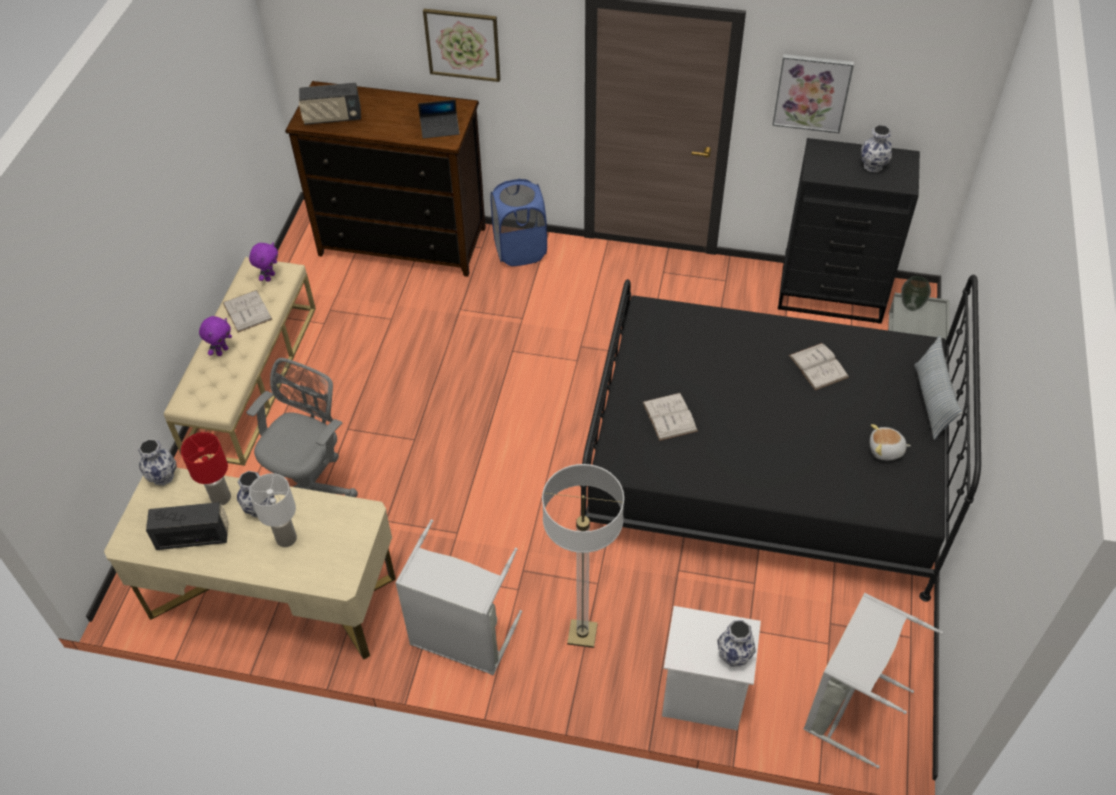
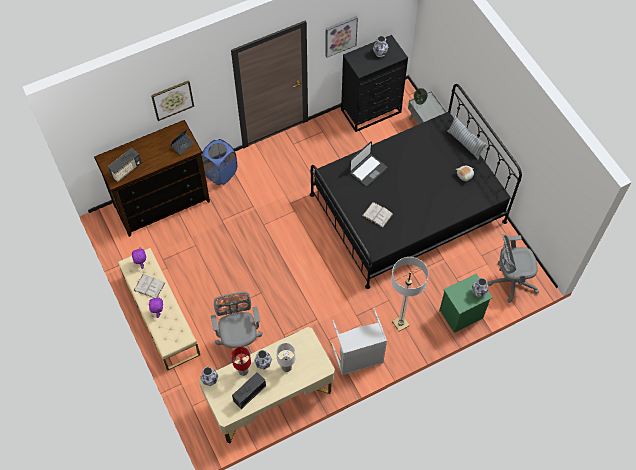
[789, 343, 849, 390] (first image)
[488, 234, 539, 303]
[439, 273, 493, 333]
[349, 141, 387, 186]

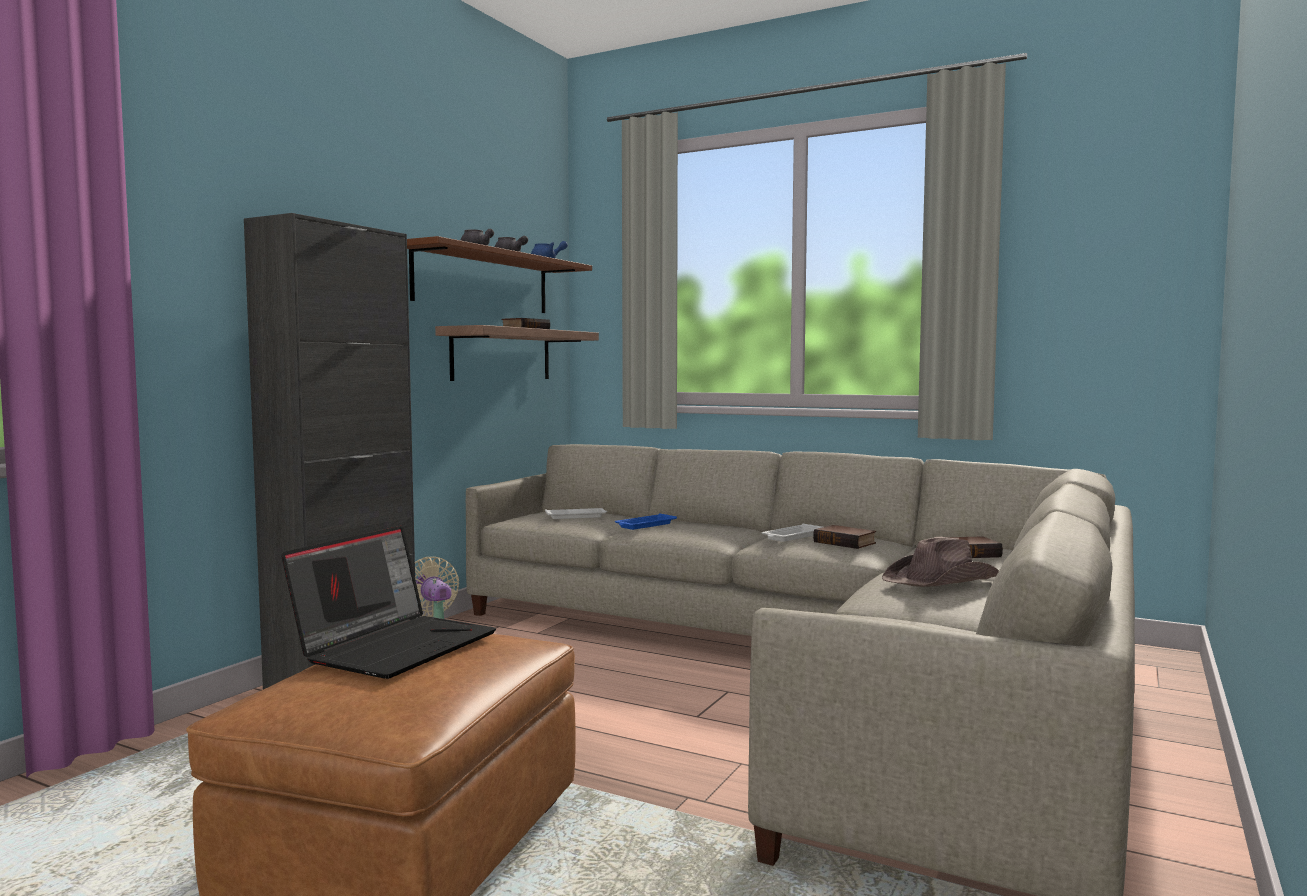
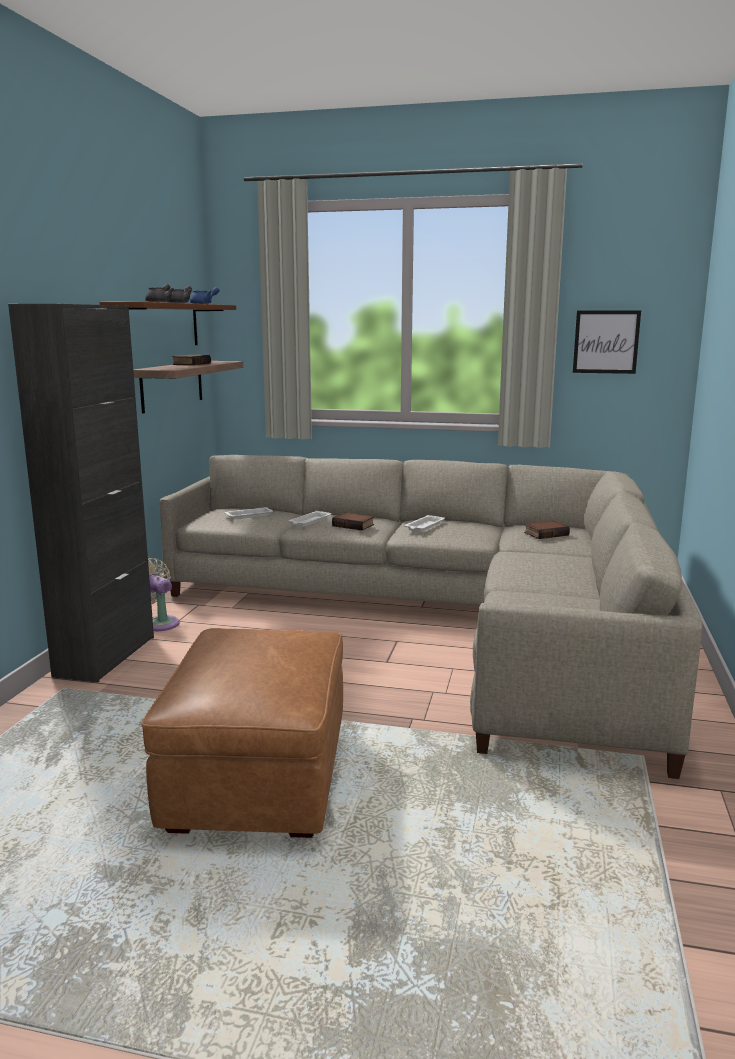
[288, 511, 331, 527]
[332, 513, 374, 531]
[281, 526, 496, 679] (first image)
[882, 537, 999, 587] (first image)
[573, 311, 641, 374]

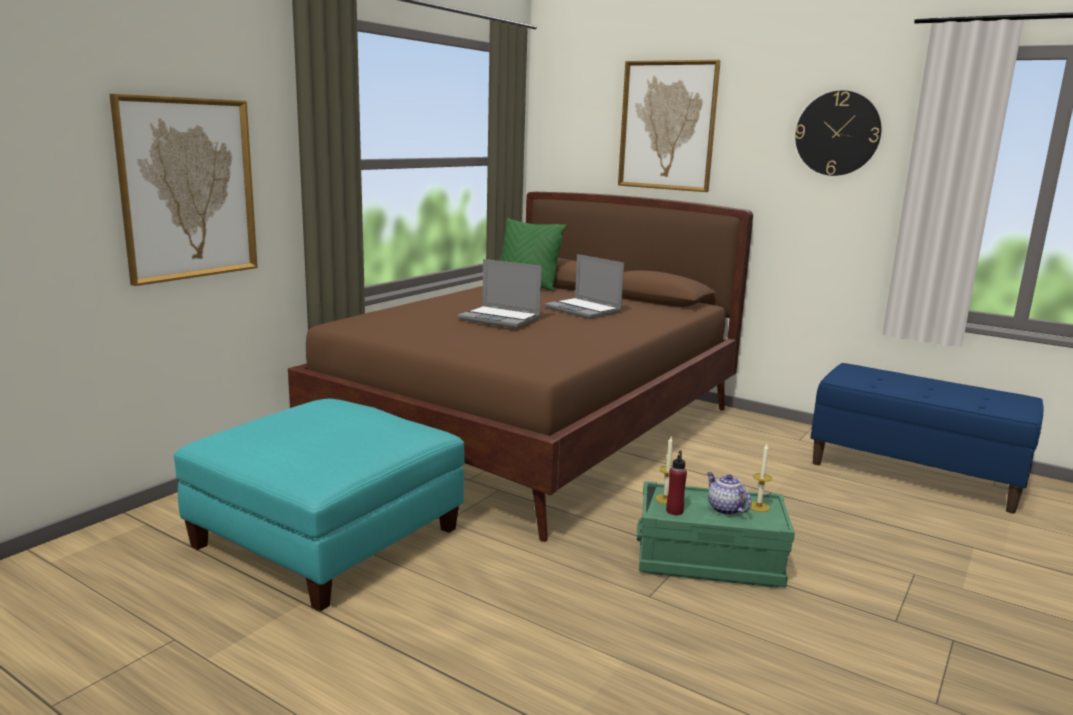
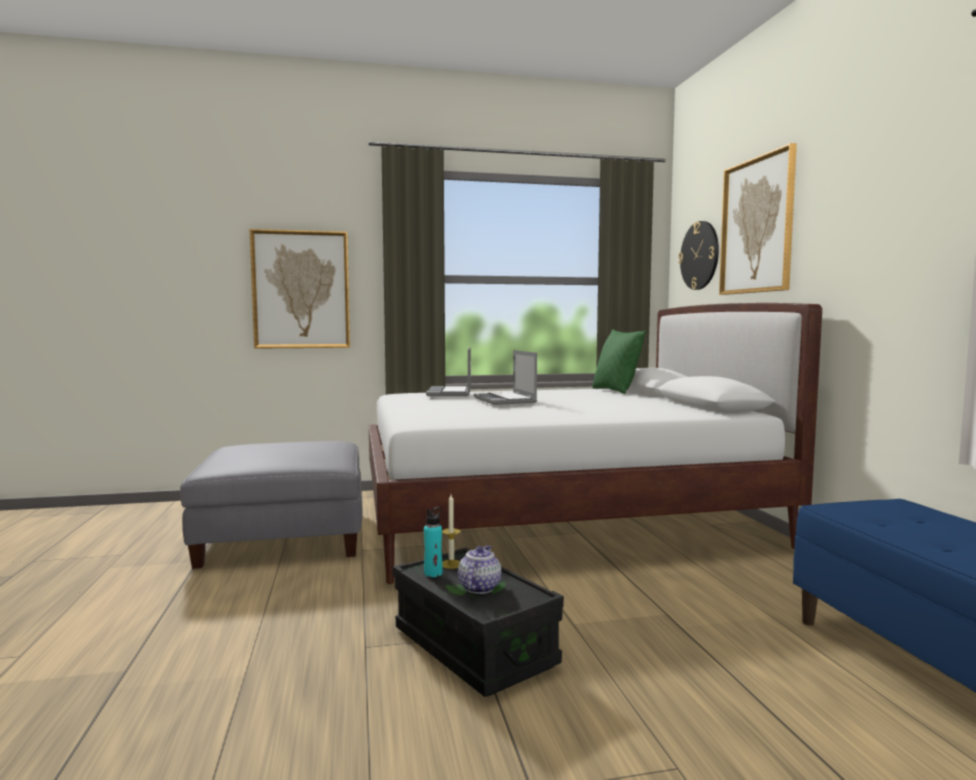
[678, 221, 719, 290]
[369, 303, 822, 584]
[426, 347, 471, 396]
[180, 441, 363, 569]
[750, 444, 772, 512] (first image)
[424, 507, 443, 577]
[393, 548, 564, 697]

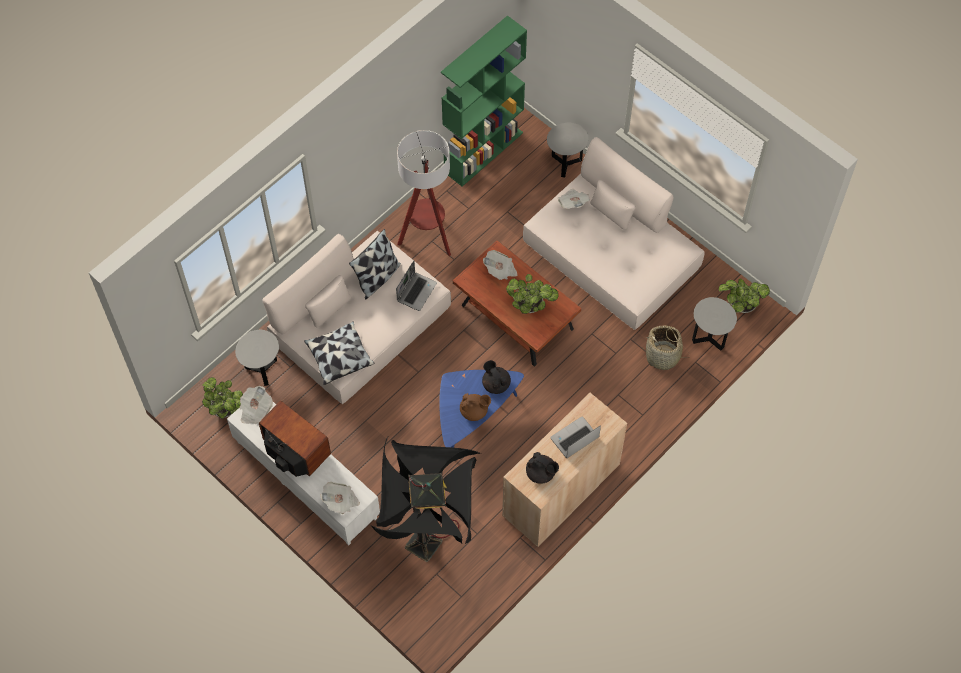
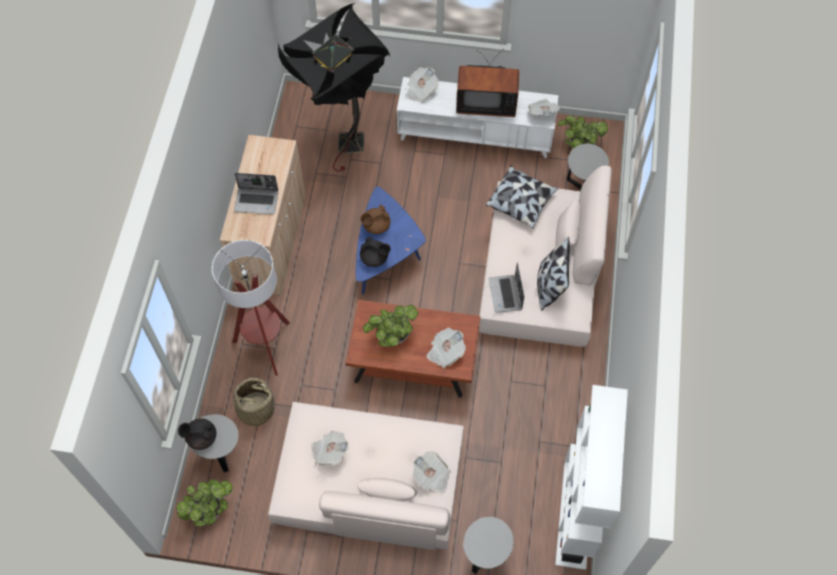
[555, 385, 628, 570]
[212, 240, 290, 376]
[234, 173, 278, 214]
[178, 418, 216, 450]
[311, 431, 349, 466]

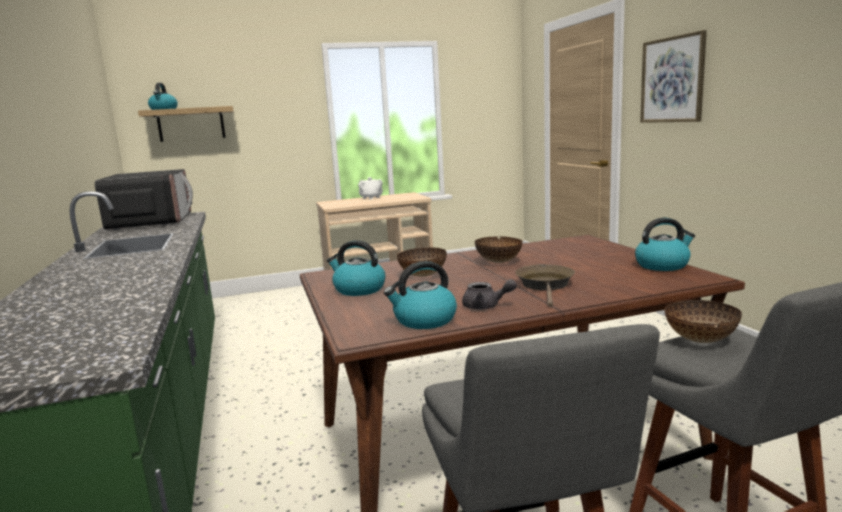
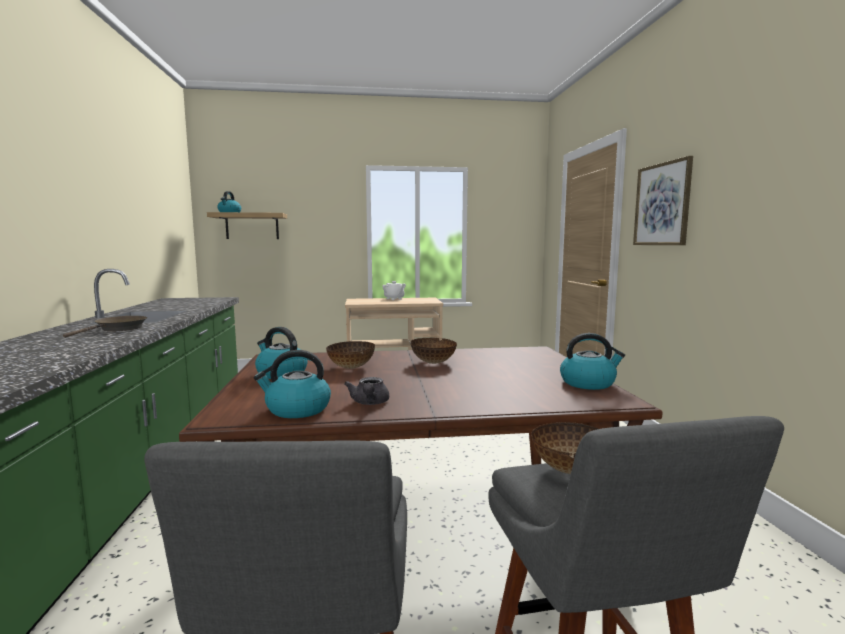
[95, 169, 193, 230] (first image)
[63, 316, 147, 338]
[344, 377, 389, 405]

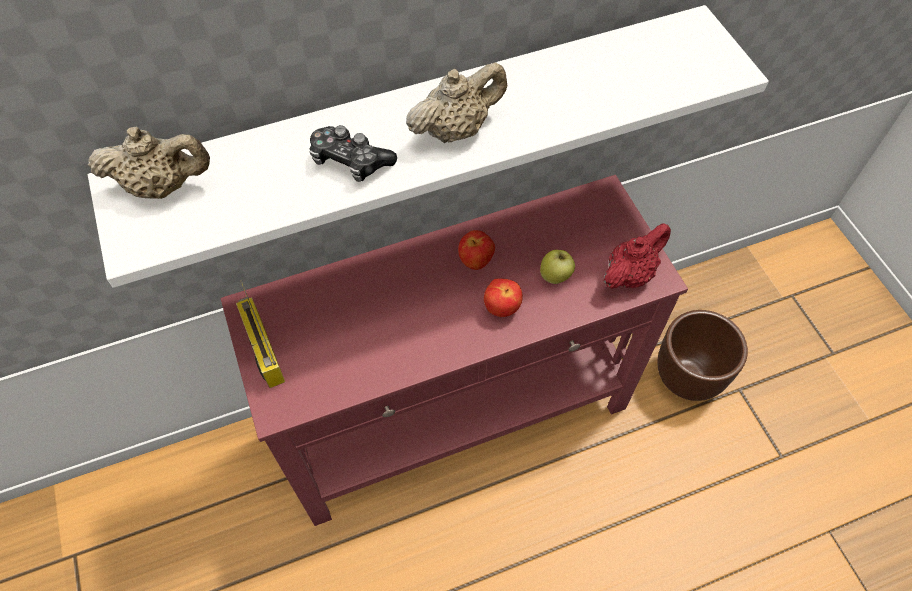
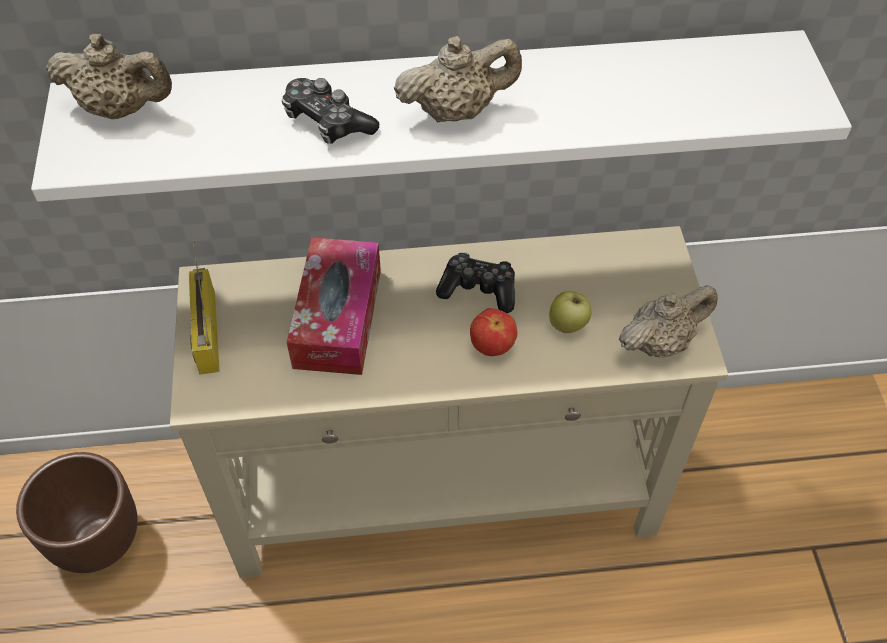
[170, 226, 728, 578]
[619, 285, 717, 357]
[436, 252, 515, 313]
[16, 452, 138, 573]
[287, 237, 381, 375]

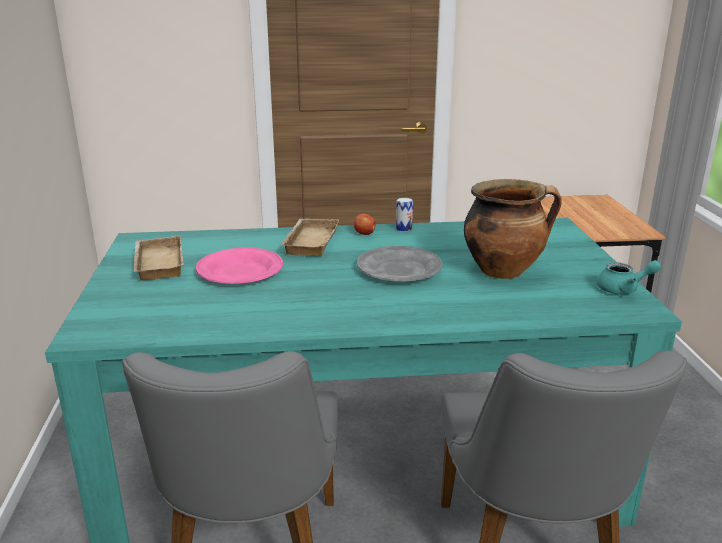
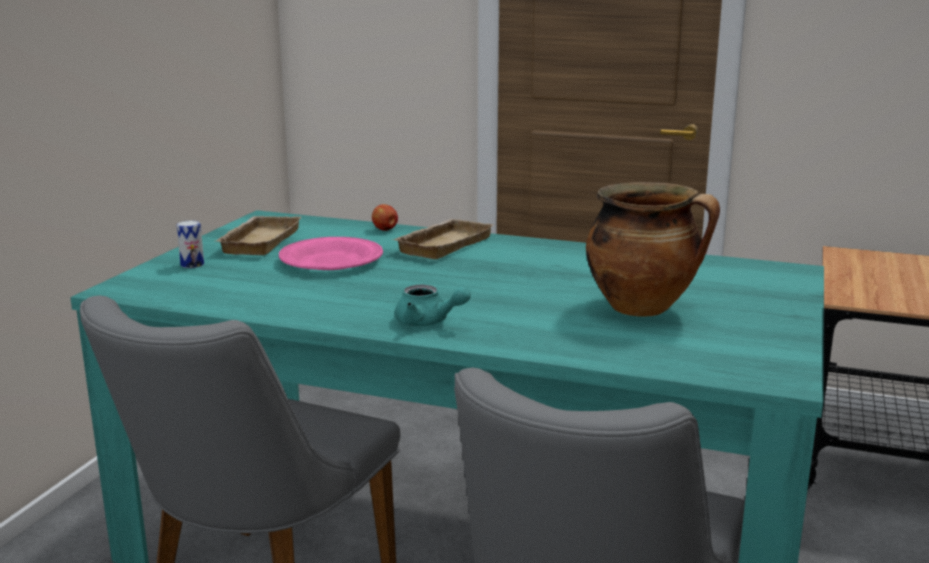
[176, 220, 204, 268]
[372, 204, 398, 231]
[357, 246, 443, 282] (first image)
[395, 285, 471, 326]

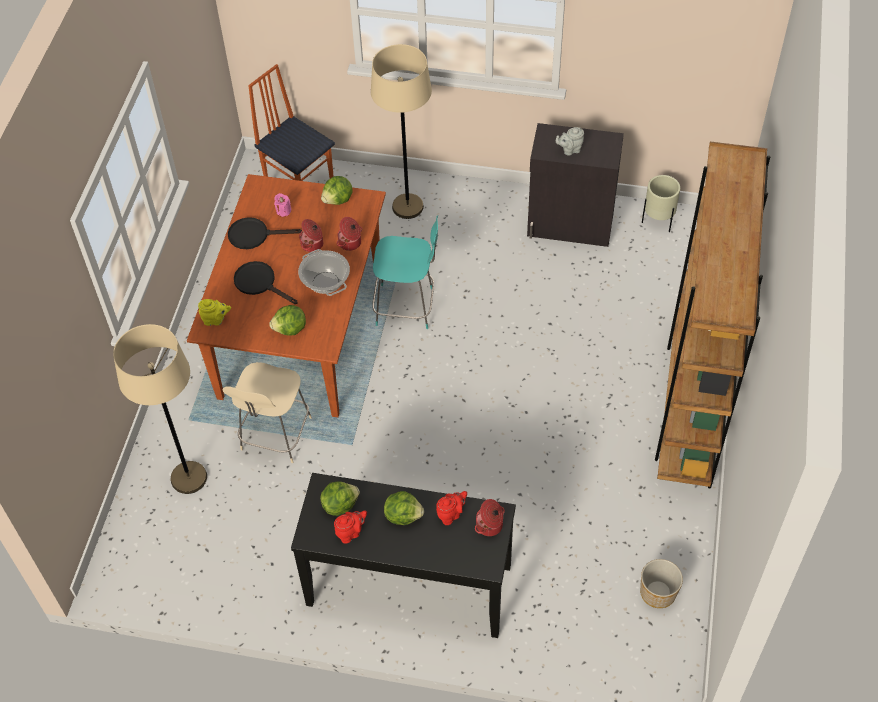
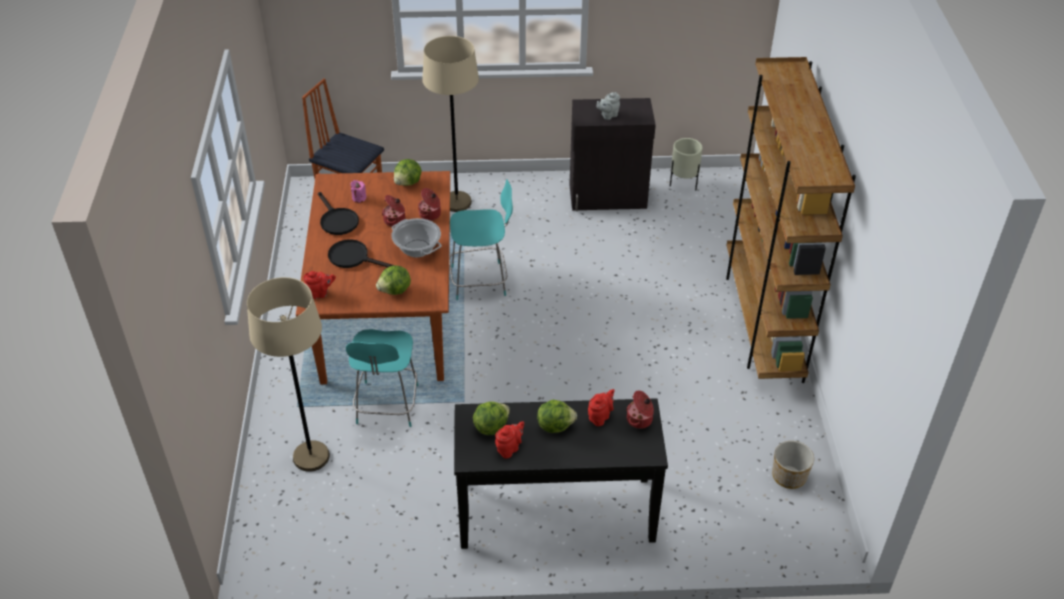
[318, 192, 359, 235]
[303, 271, 336, 299]
[346, 329, 419, 427]

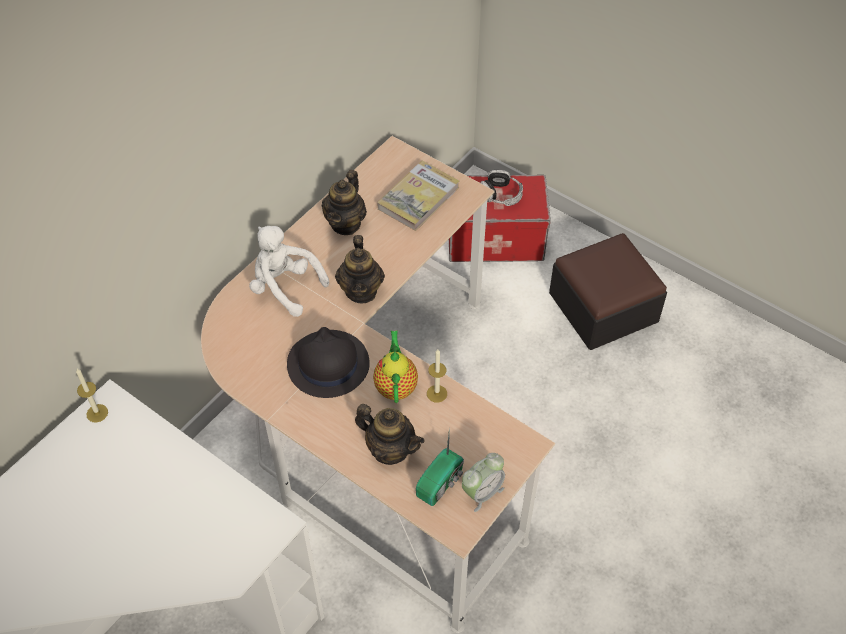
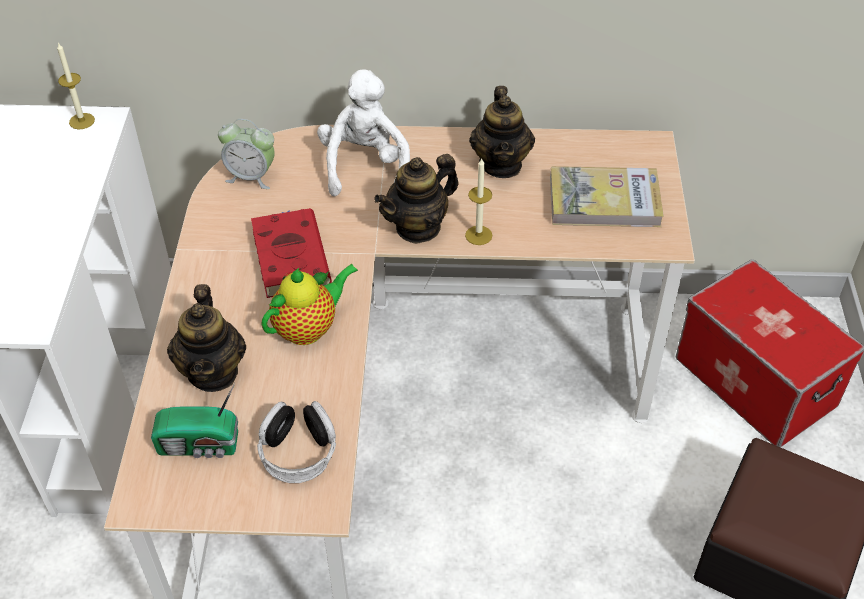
[469, 86, 535, 178]
[257, 401, 336, 483]
[251, 208, 332, 298]
[465, 159, 492, 245]
[218, 119, 275, 189]

